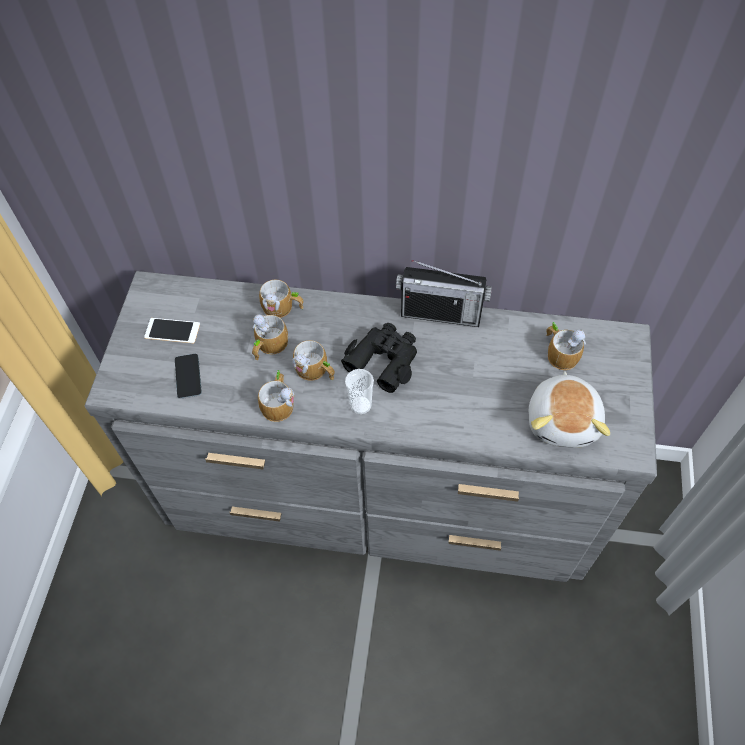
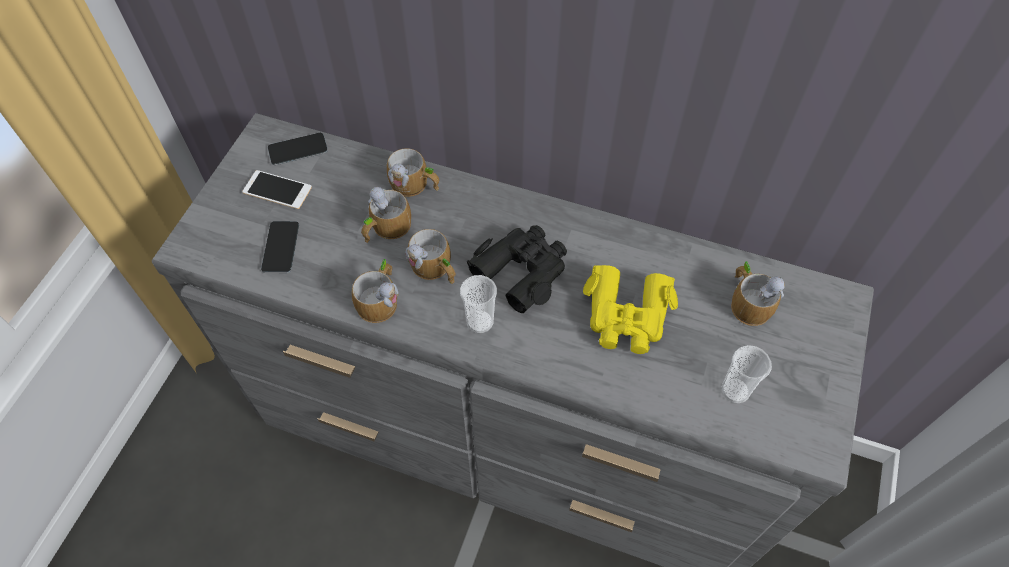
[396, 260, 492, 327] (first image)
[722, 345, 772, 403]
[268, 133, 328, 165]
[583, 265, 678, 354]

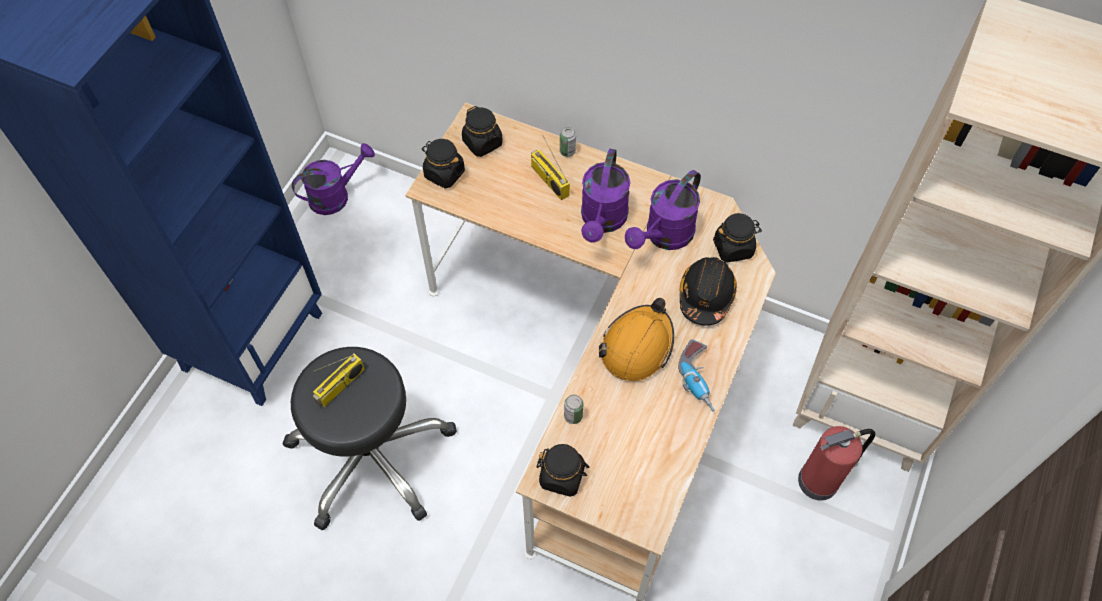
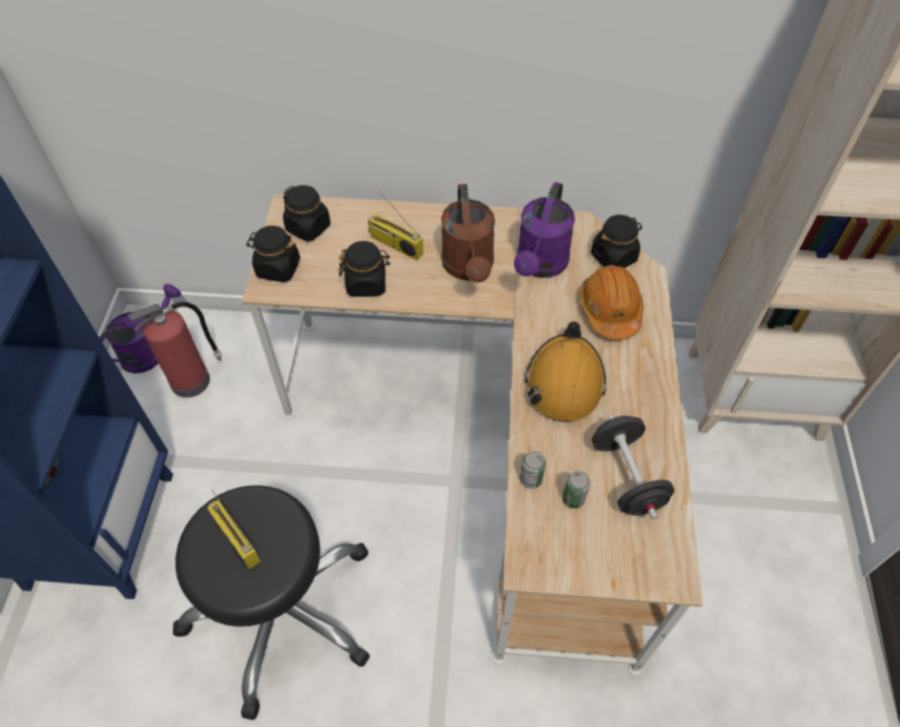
[562, 471, 590, 509]
[441, 184, 495, 283]
[580, 265, 644, 340]
[678, 339, 715, 411] (first image)
[208, 490, 261, 570]
[127, 302, 222, 398]
[339, 241, 390, 297]
[592, 414, 675, 519]

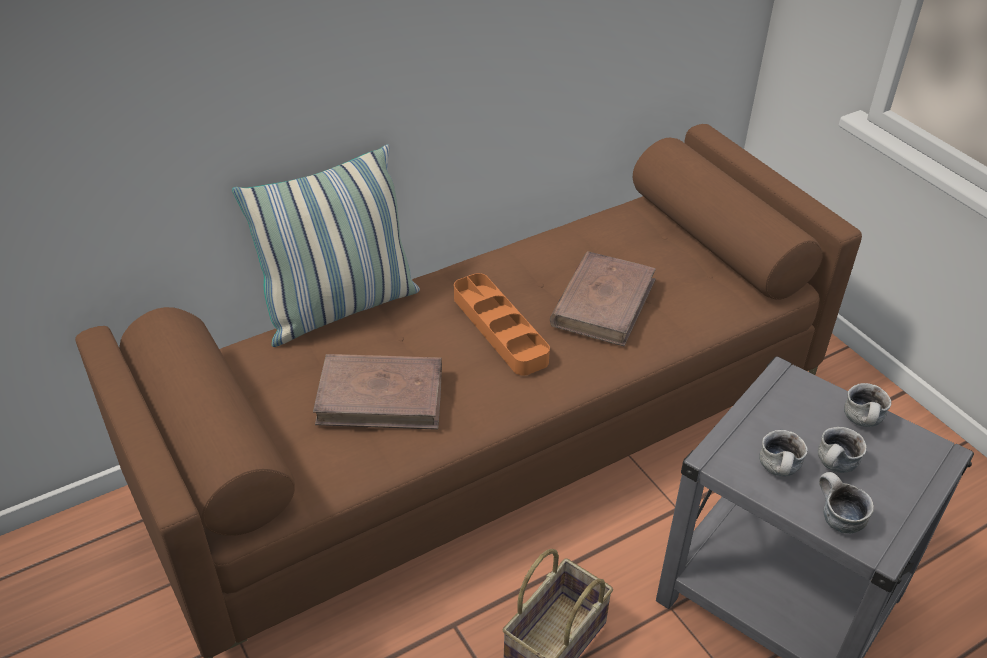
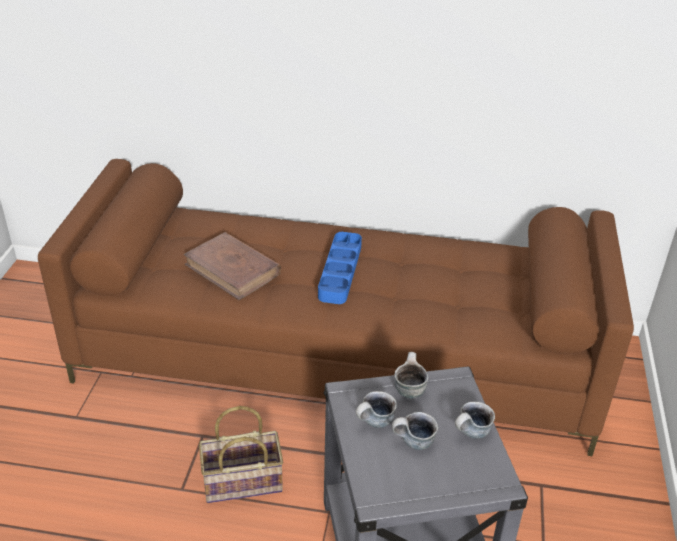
[232, 144, 420, 347] (first image)
[550, 251, 656, 346] (first image)
[318, 232, 362, 304]
[394, 352, 428, 398]

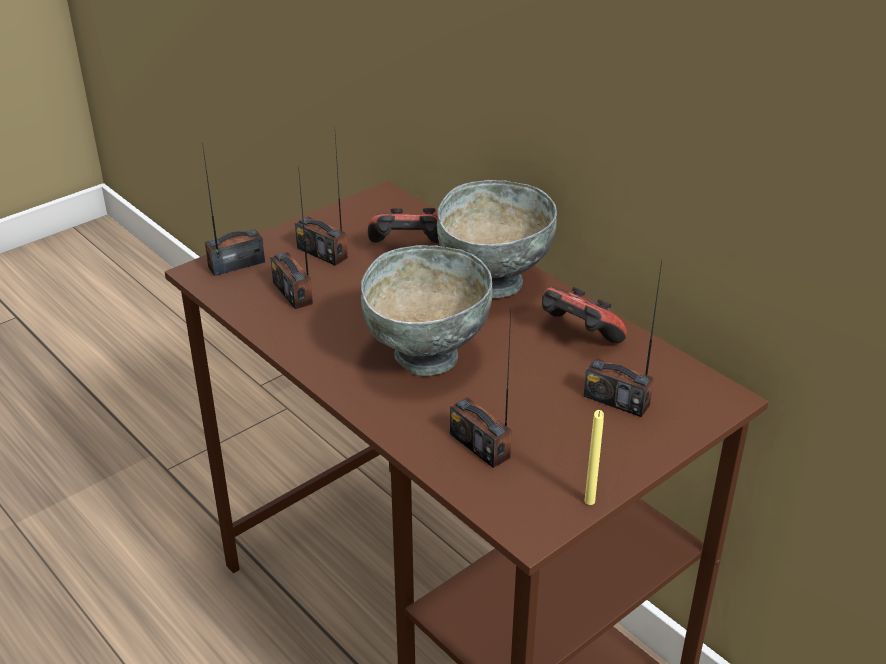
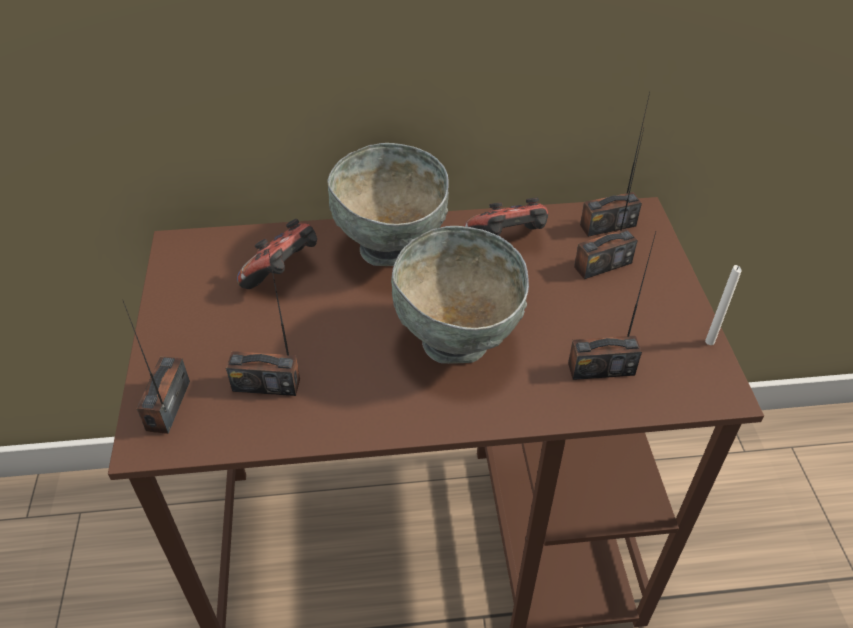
[580, 93, 650, 237]
[705, 265, 741, 345]

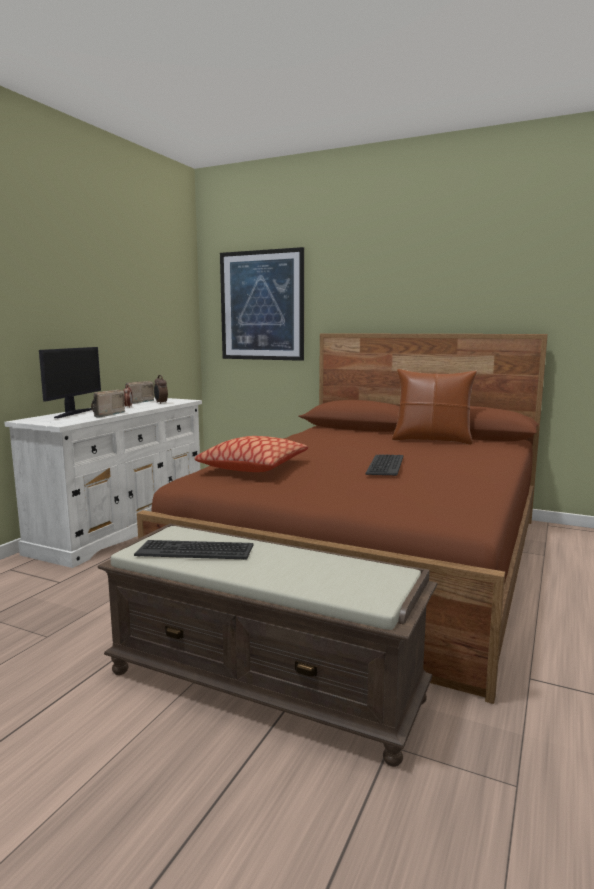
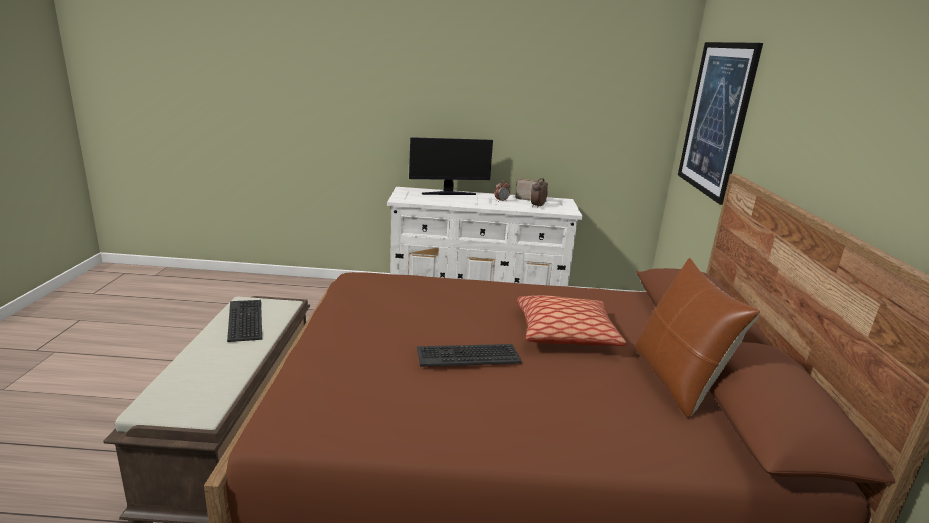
[91, 390, 125, 418] (first image)
[517, 295, 627, 346]

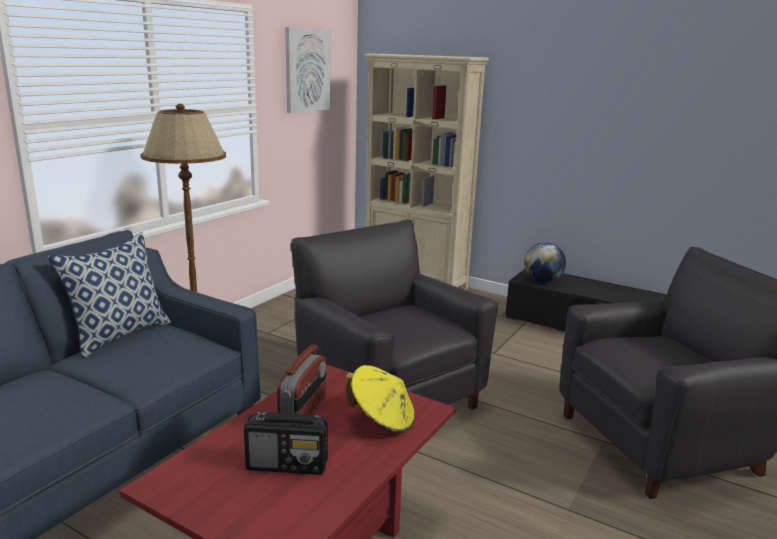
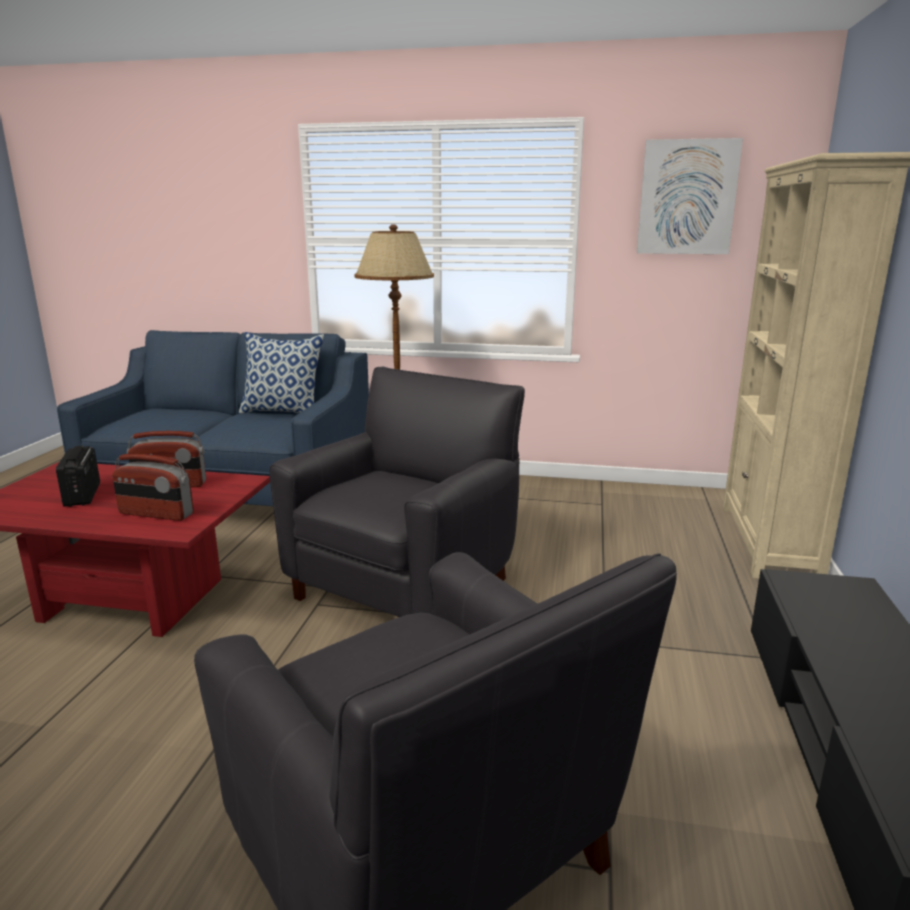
[524, 242, 566, 283] (first image)
[112, 454, 194, 521]

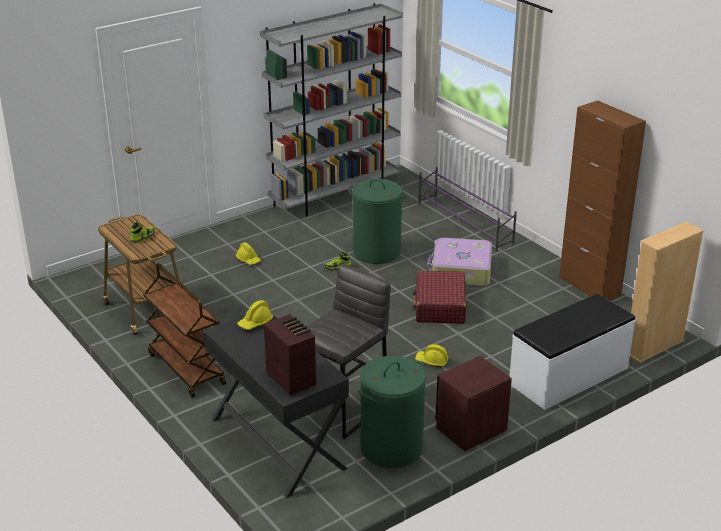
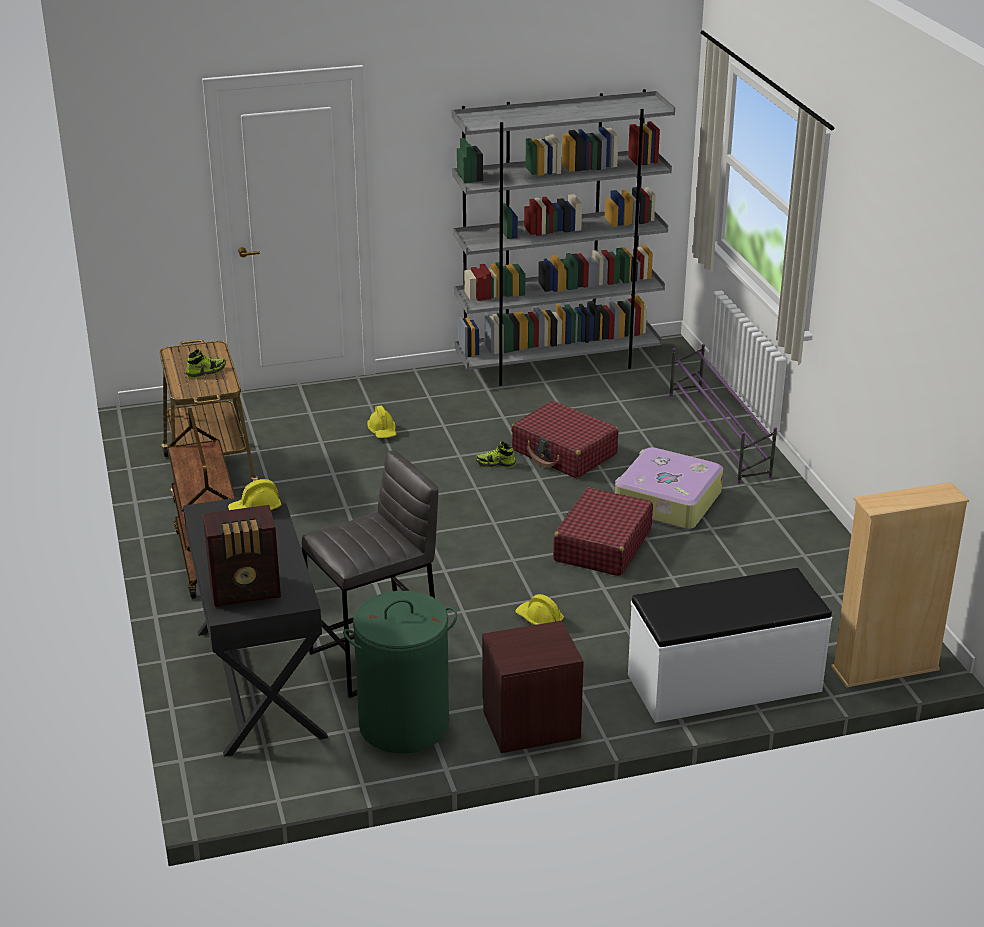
[559, 101, 646, 301] (first image)
[511, 401, 619, 478]
[203, 505, 281, 607]

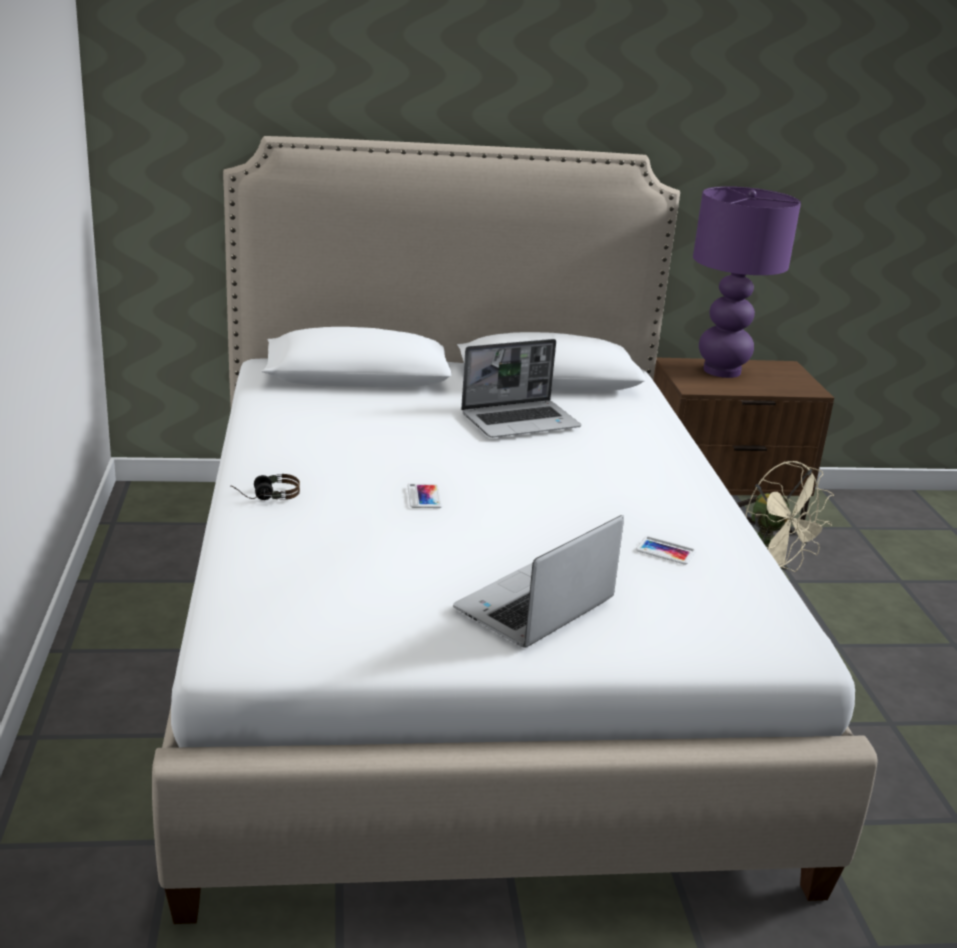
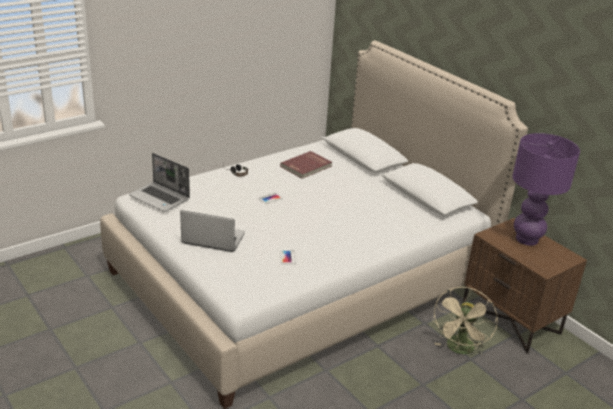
[129, 153, 190, 212]
[280, 151, 332, 179]

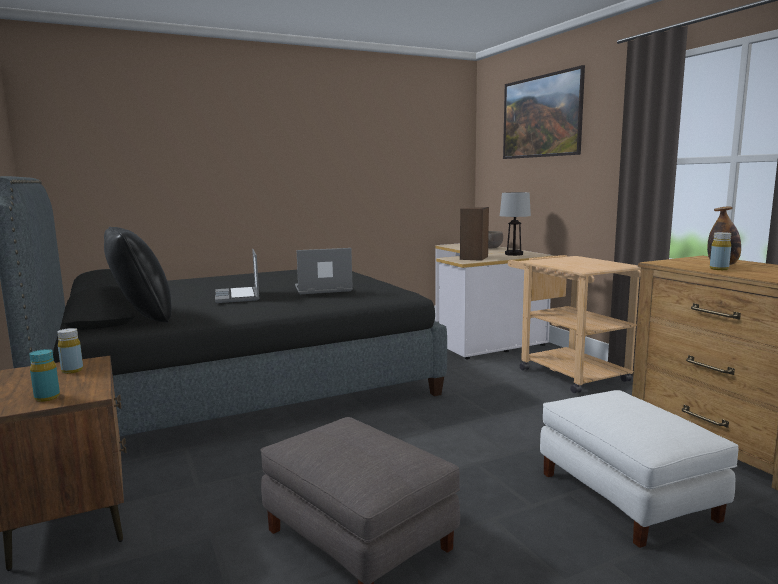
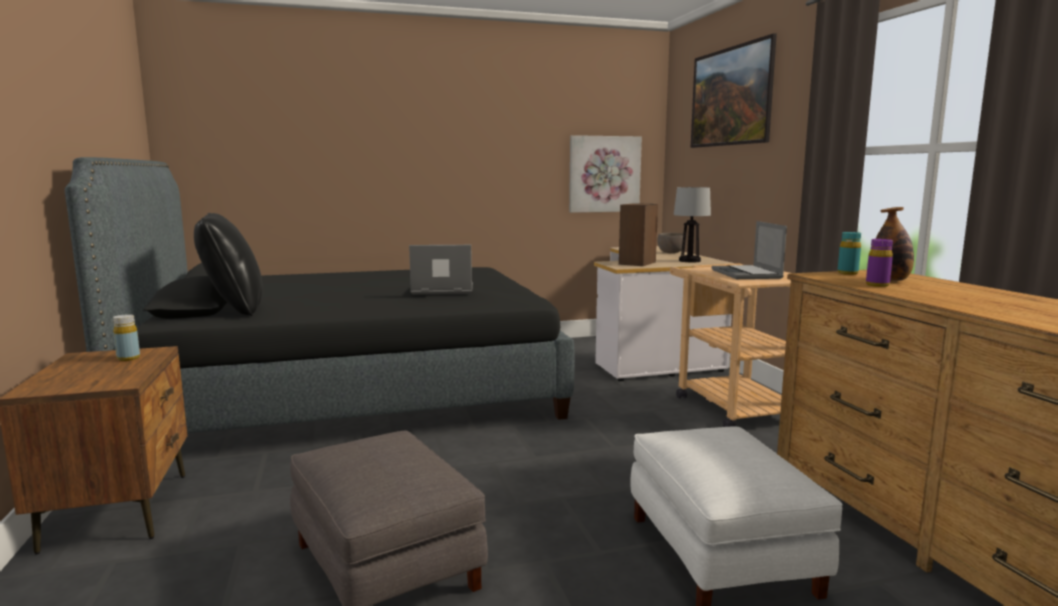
[866, 239, 893, 287]
[712, 221, 787, 279]
[838, 232, 861, 275]
[569, 135, 642, 213]

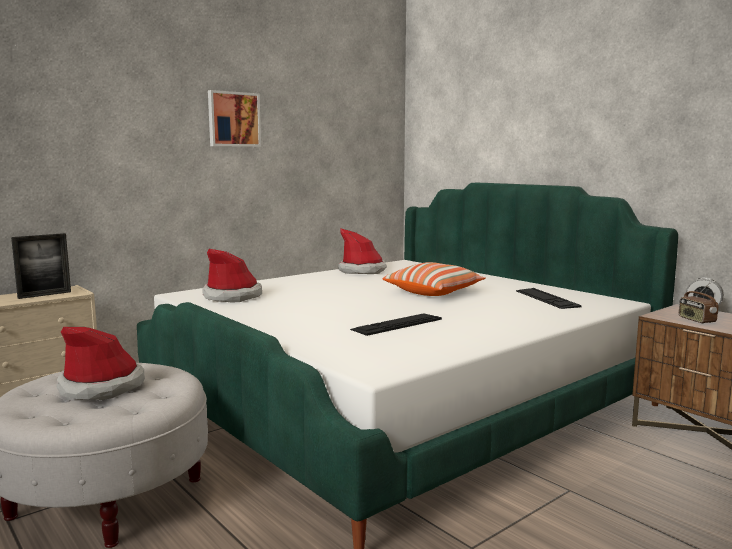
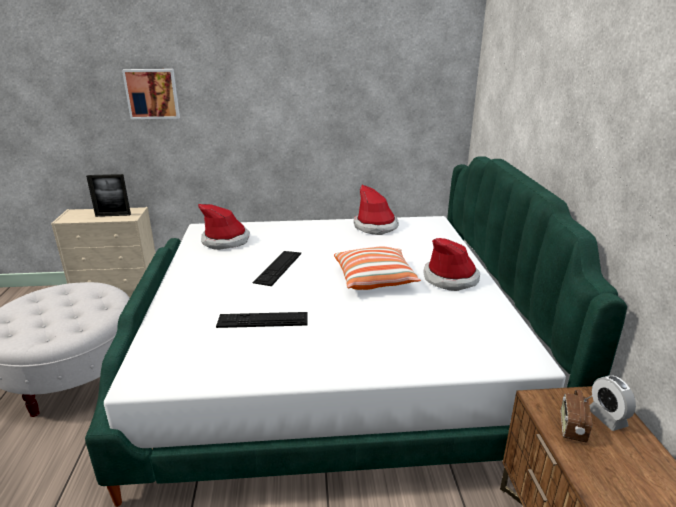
[122, 69, 180, 119]
[253, 251, 301, 286]
[424, 238, 480, 291]

